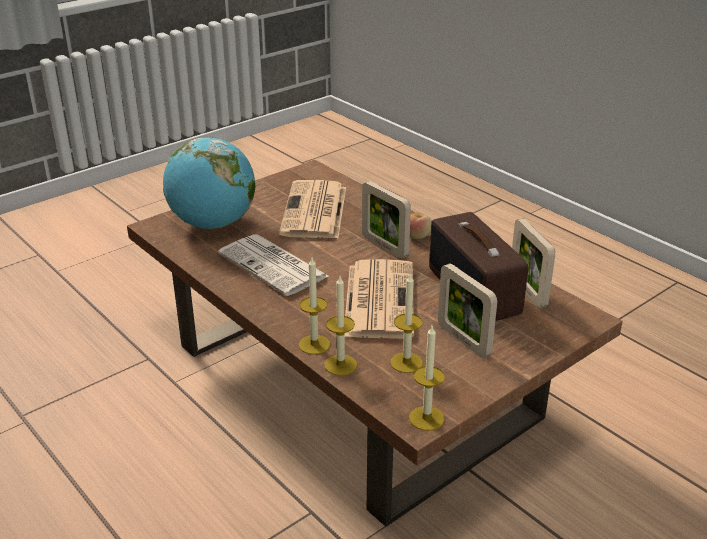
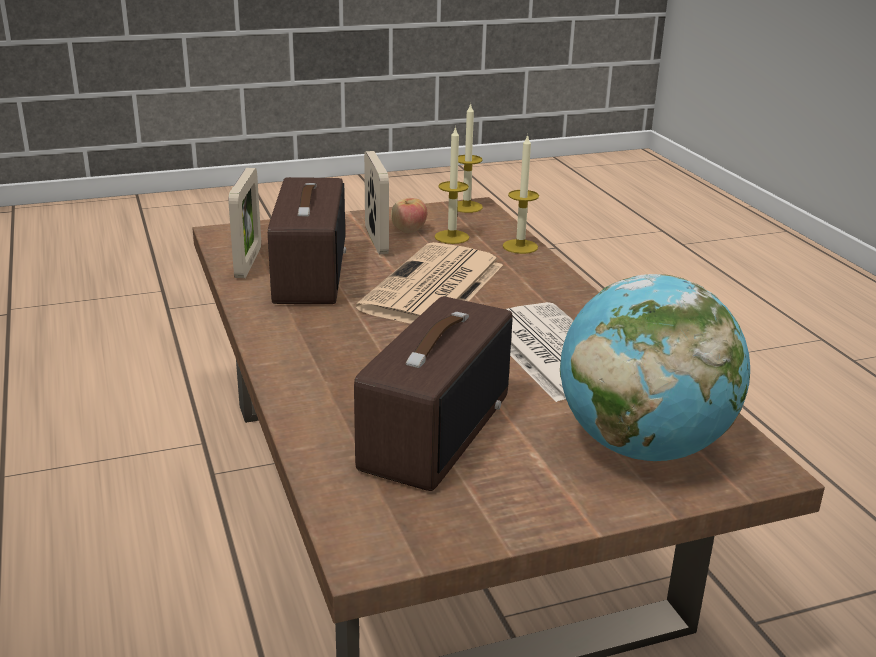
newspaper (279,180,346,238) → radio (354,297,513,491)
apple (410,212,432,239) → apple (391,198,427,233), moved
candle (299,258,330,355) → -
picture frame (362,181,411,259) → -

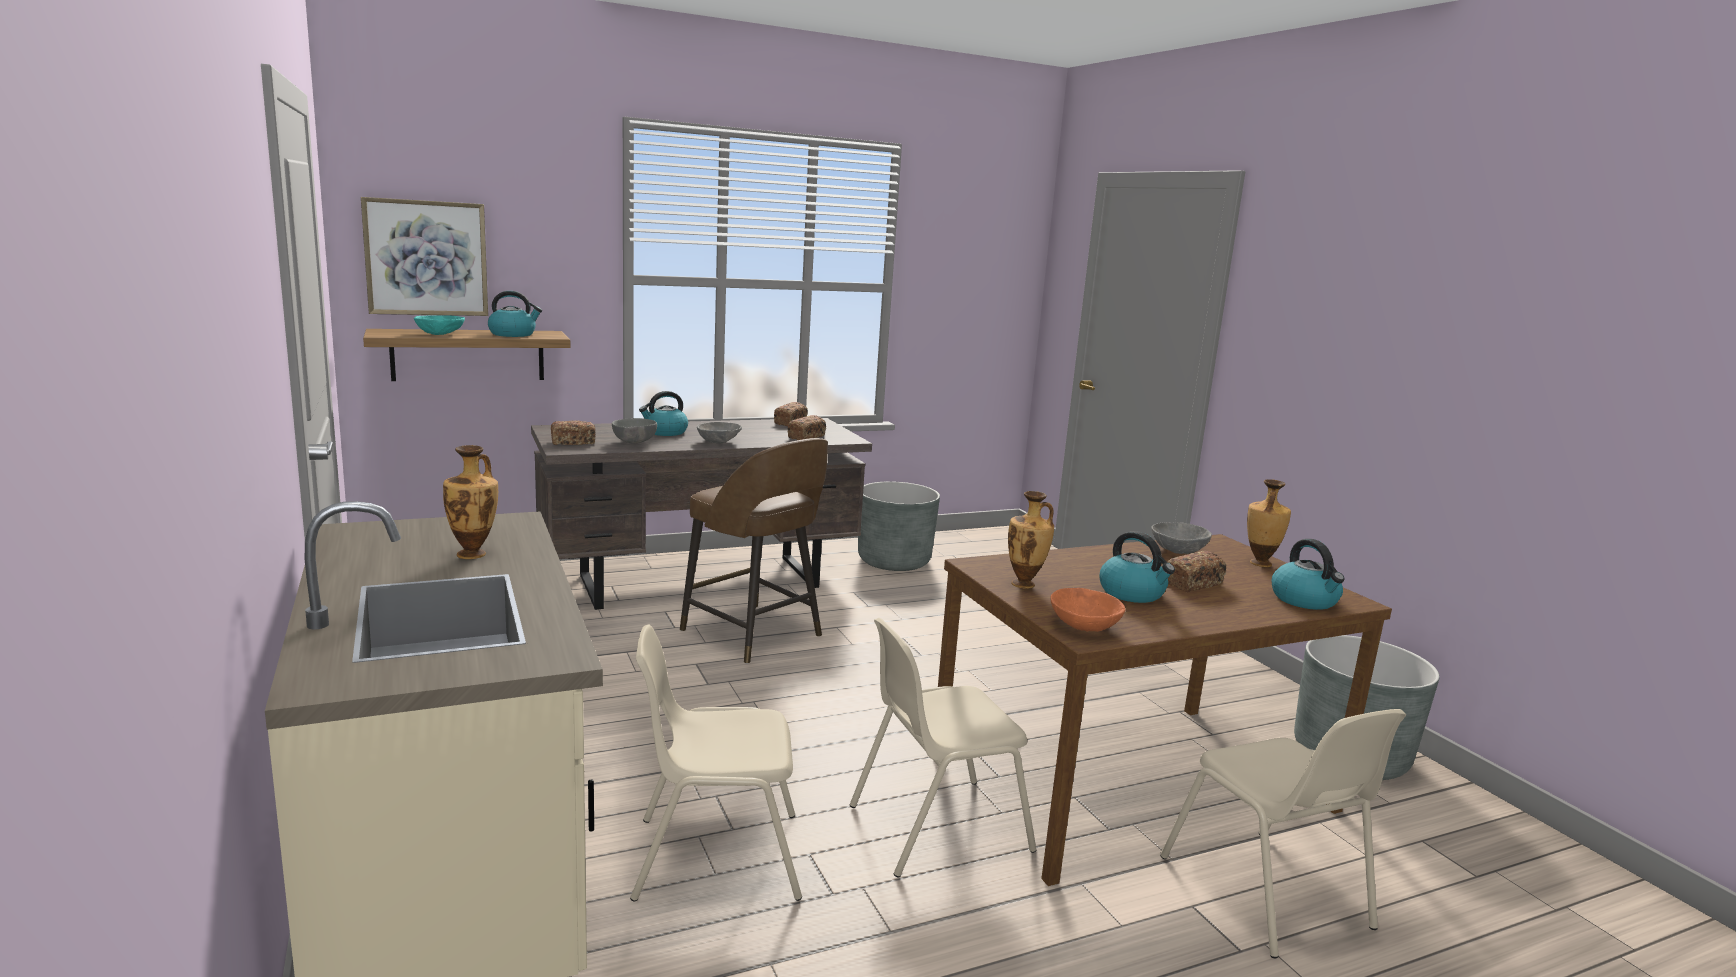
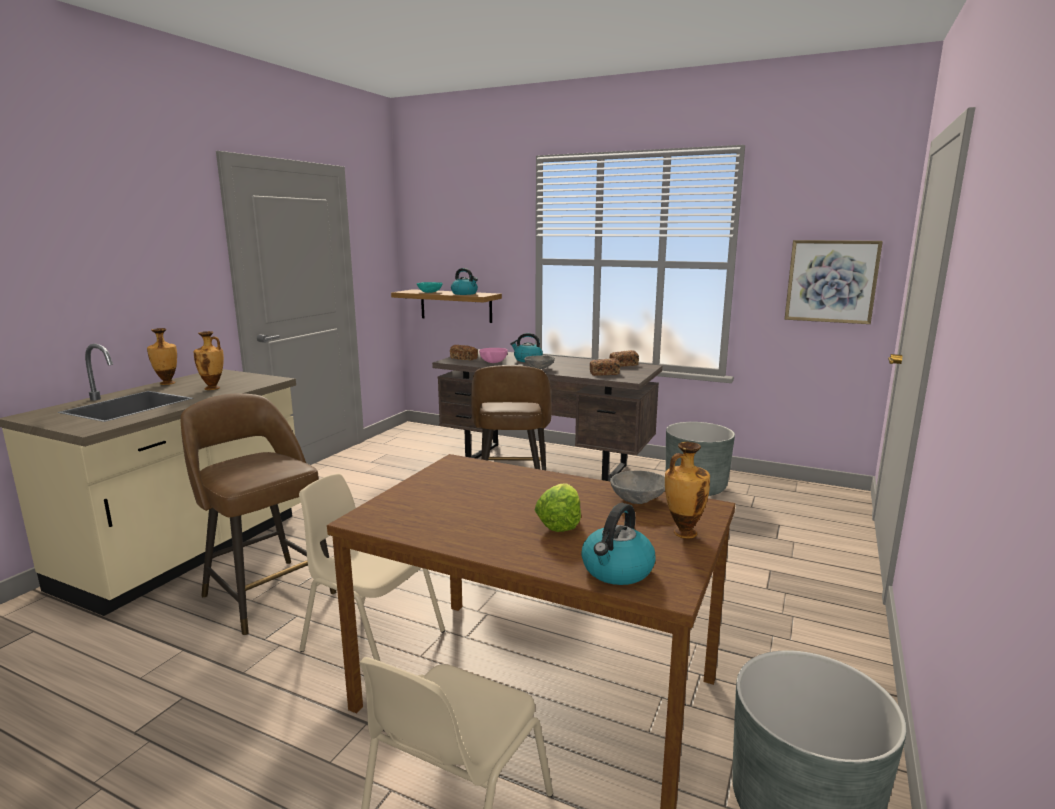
vase (1008,491,1054,589) → vase (147,328,177,385), moved
chair in beige (630,624,802,902) → stool in brown (180,393,336,635)
bowl in grey (612,418,657,444) → bowl in pink (479,348,508,363)
bread (1167,551,1227,592) → lettuce (534,483,581,532)
picture (361,197,488,316) → picture (785,240,883,324), moved
bowl in orange (1050,588,1125,632) → -
kettle (1100,531,1175,603) → -

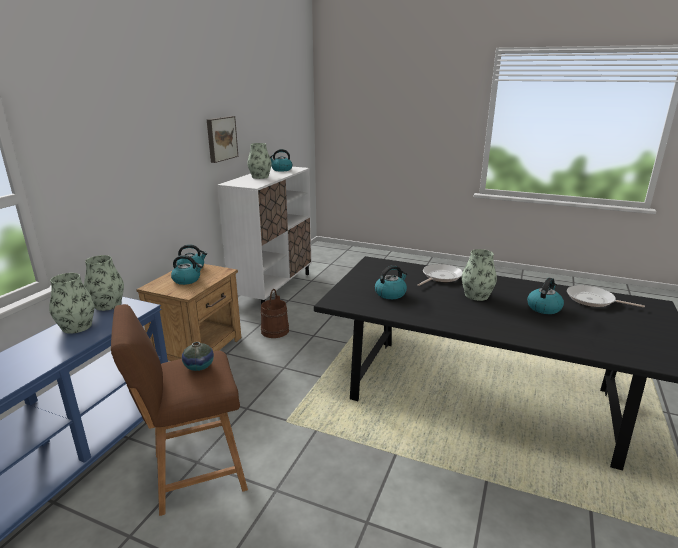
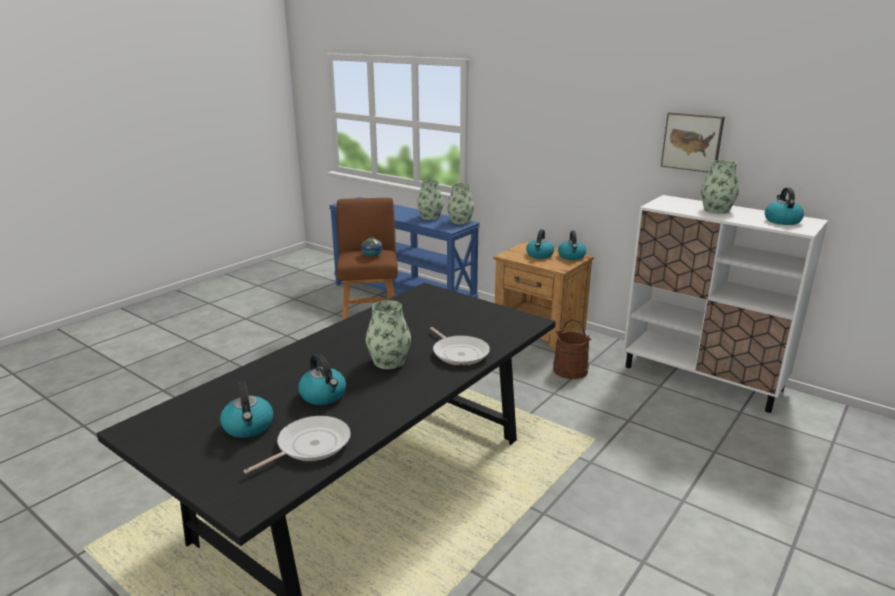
kettle (375,265,407,299) → kettle (220,381,273,438), moved

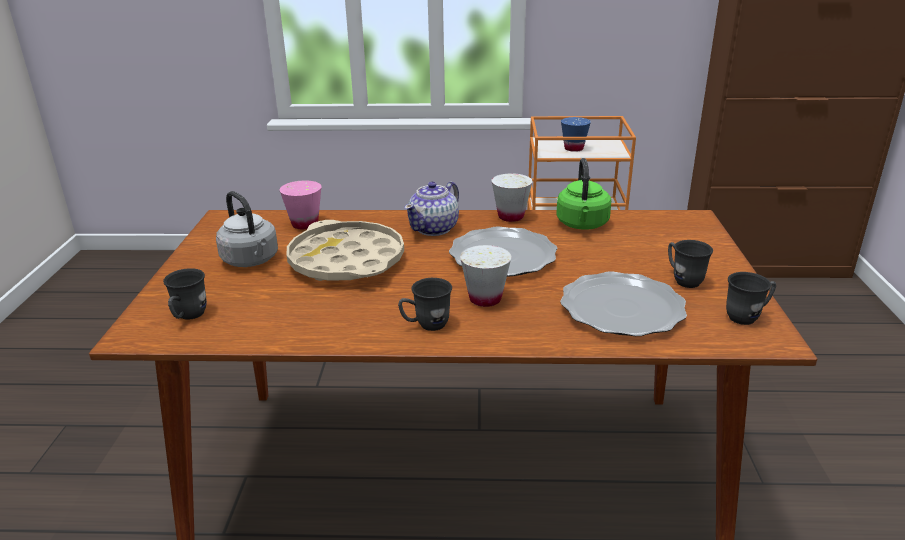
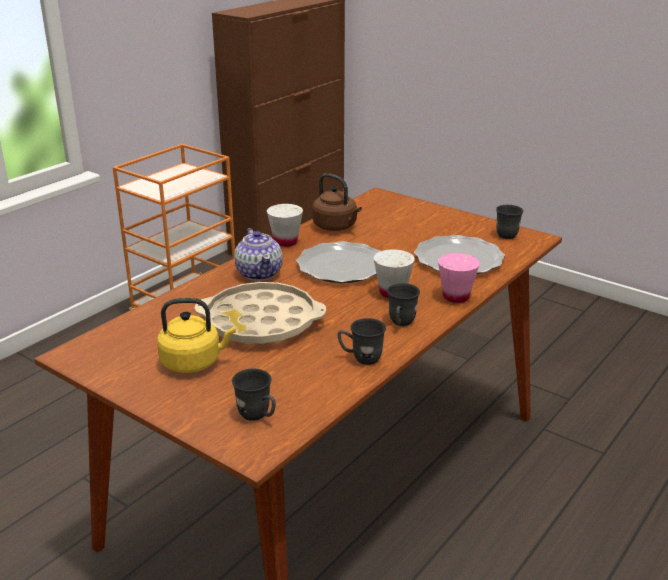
kettle in grey (216,191,278,267) → kettle in yellow (157,298,236,373)
kettle in green (556,158,611,230) → kettle in brown (312,173,362,231)
mug in grey (668,240,713,288) → mug in grey (337,318,386,365), moved
cup in pink (279,180,322,229) → cup in pink (438,253,480,303), moved
cup in blue (561,117,591,152) → -

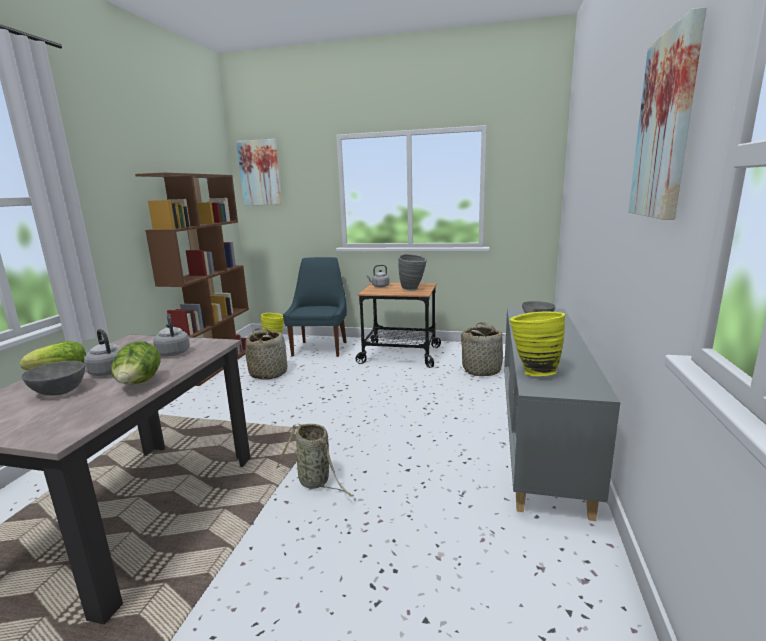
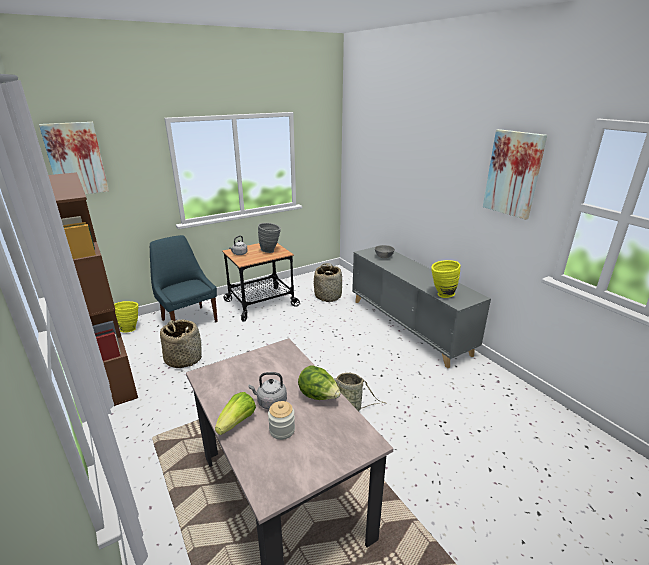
bowl in grey (21,361,85,396) → jar (268,401,295,440)
kettle in grey (153,314,190,356) → -

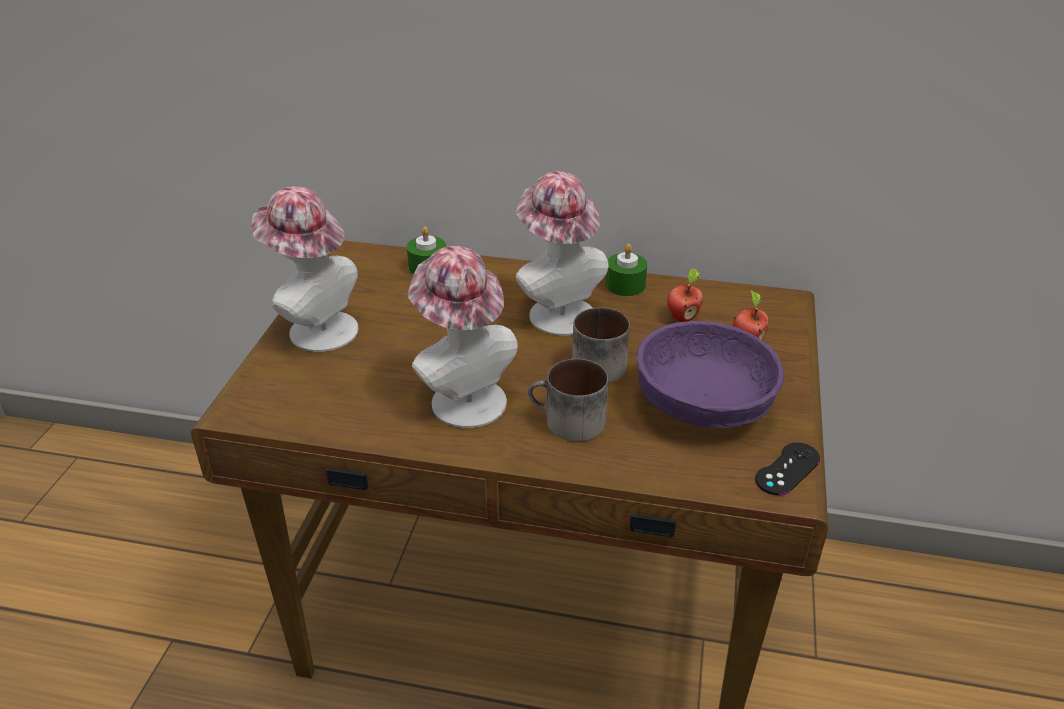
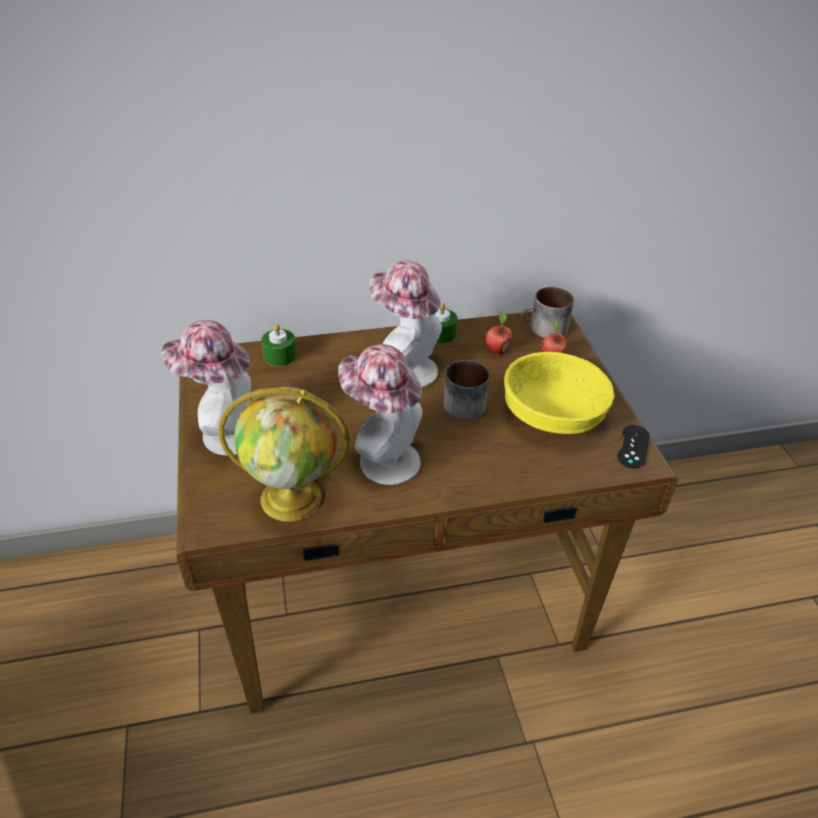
- → globe (218,387,350,522)
bowl in purple (636,321,785,428) → bowl in yellow (504,352,615,434)
mug (528,359,608,441) → mug (521,287,574,338), moved

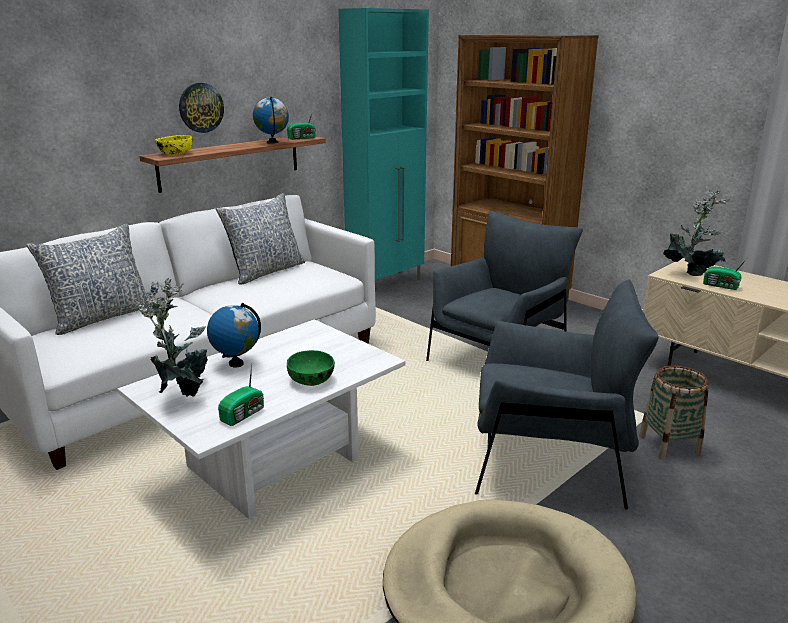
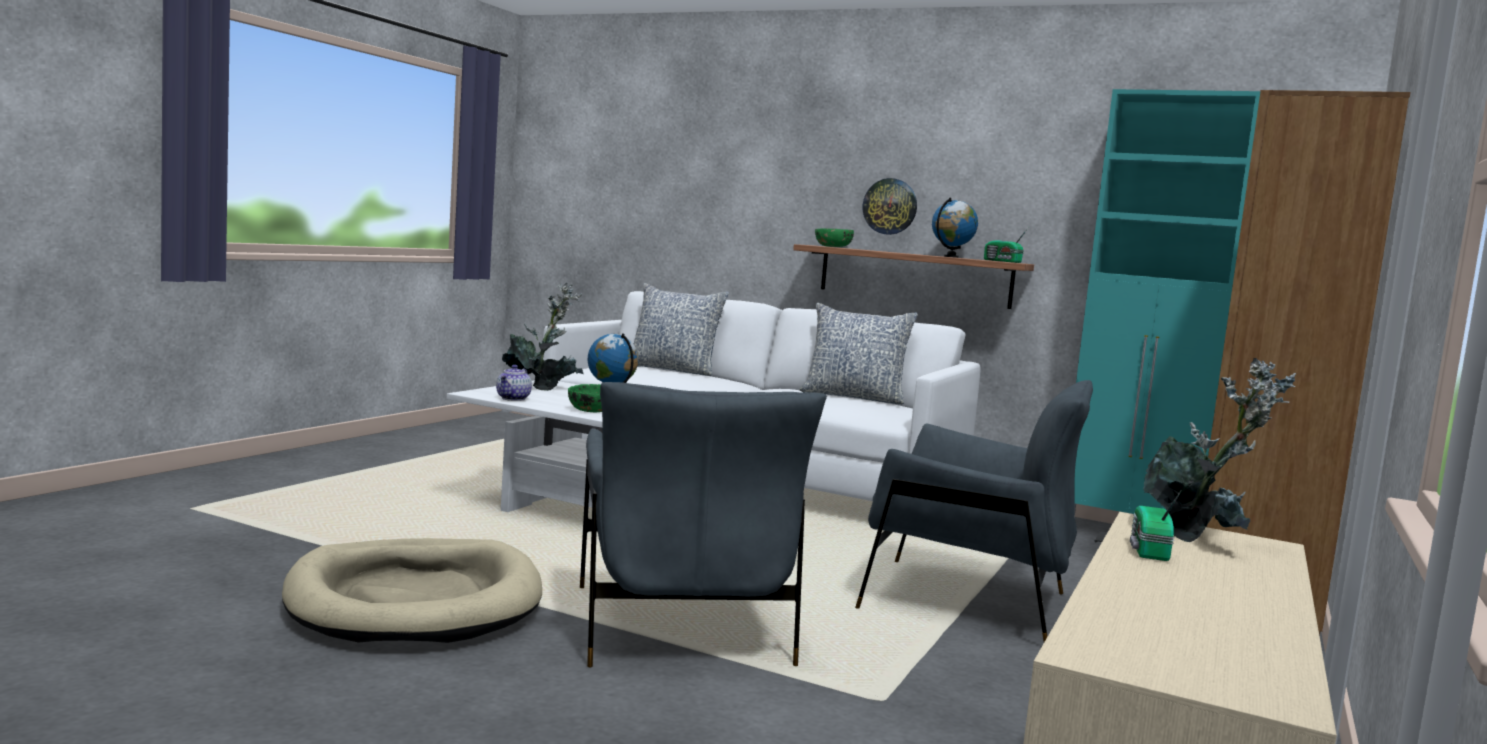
radio (218,364,264,426) → teapot (496,365,532,401)
bowl in yellow (155,135,192,155) → bowl in green (815,229,854,247)
basket (639,366,709,460) → -

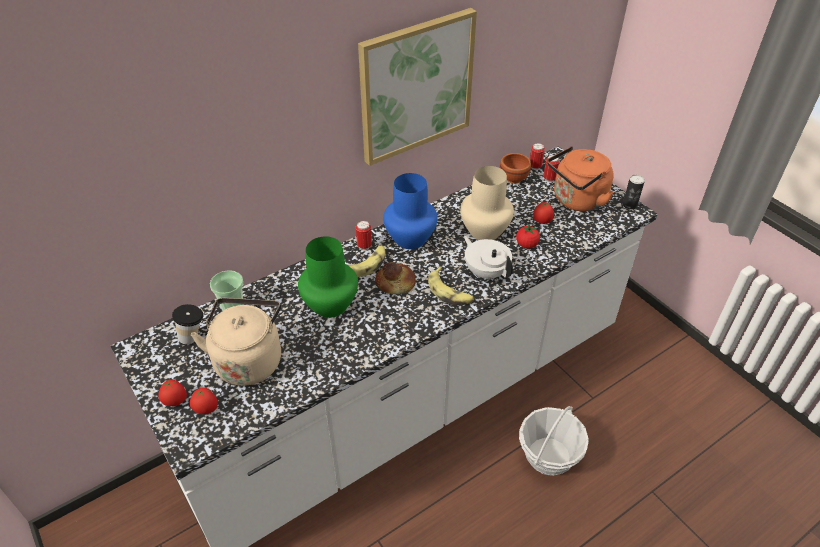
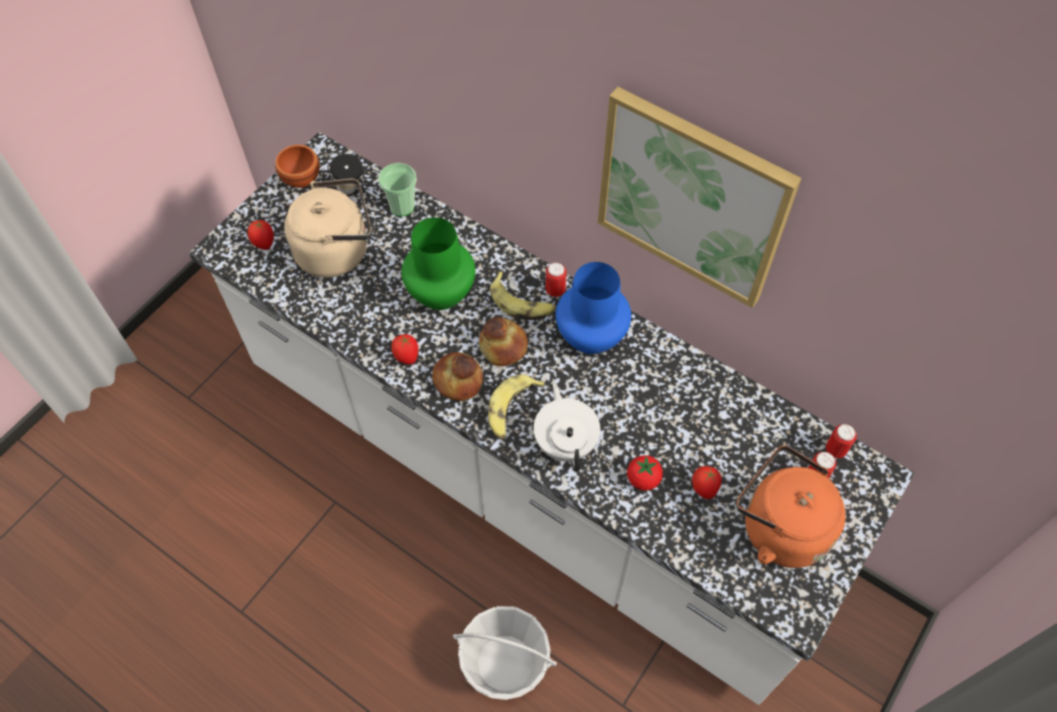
bowl in brown (500,153,531,184) → bowl in brown (275,145,320,188), moved
tomato (158,380,187,406) → tomato (391,334,419,364), moved
- → bread (432,352,483,401)
teapot in white (464,235,513,279) → teapot in white (534,383,600,471), 45 degrees counterclockwise
vase in beige (460,166,514,240) → -
can (623,175,645,210) → -

